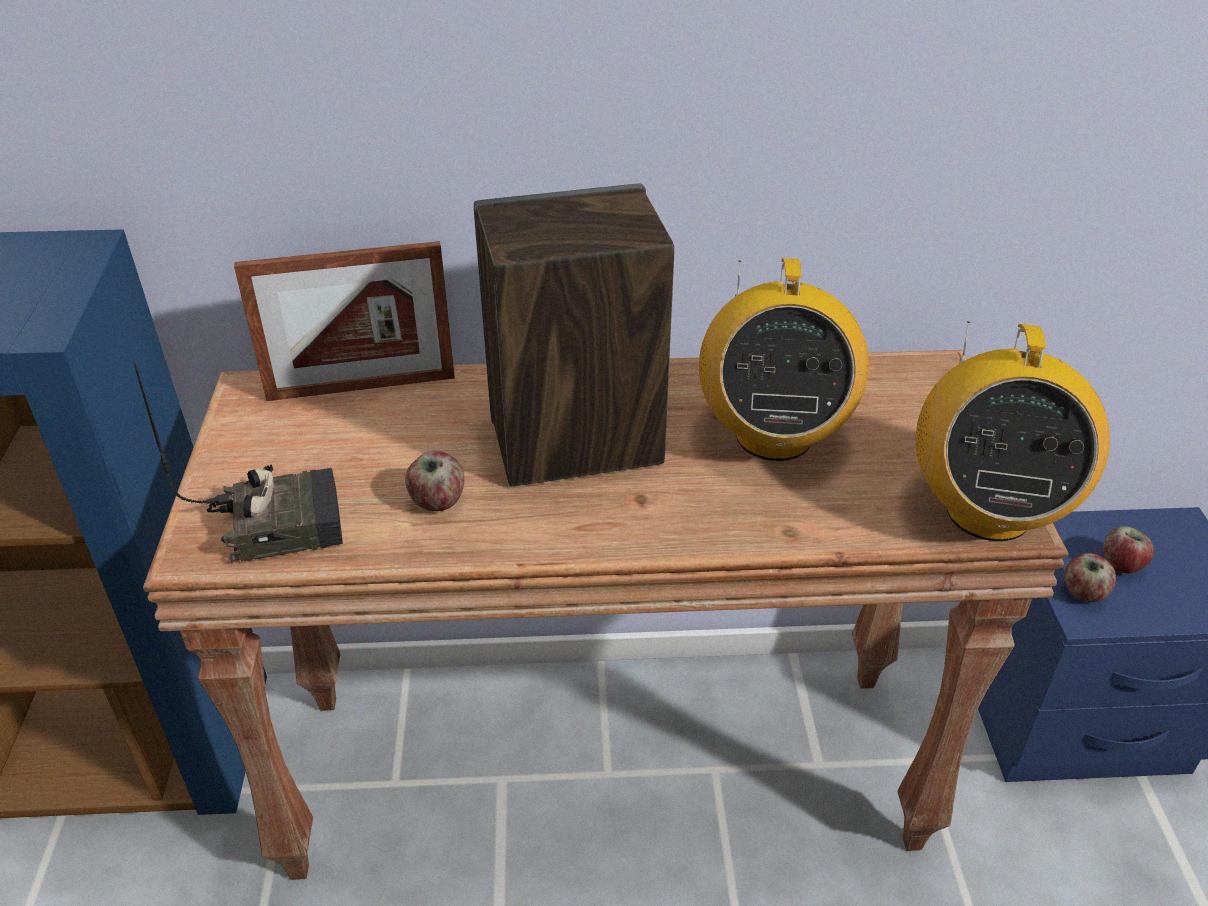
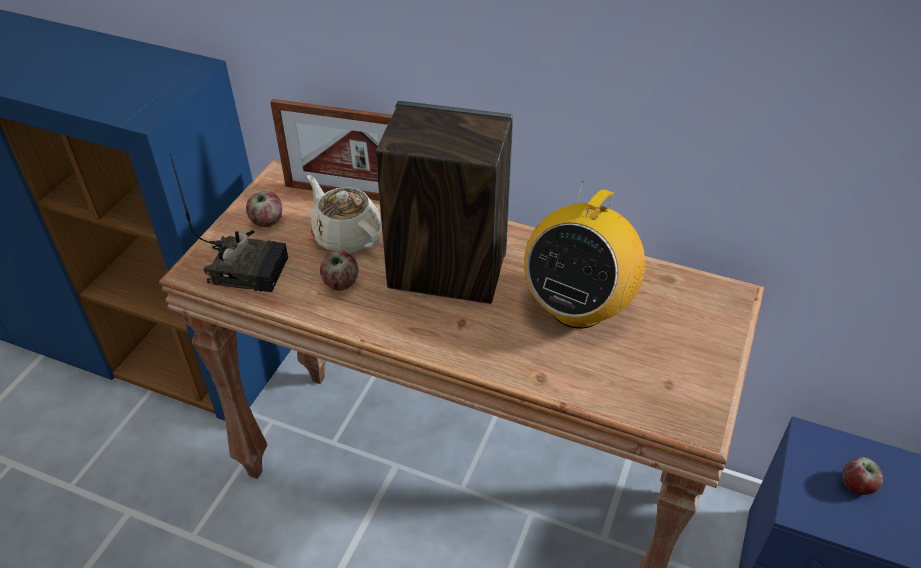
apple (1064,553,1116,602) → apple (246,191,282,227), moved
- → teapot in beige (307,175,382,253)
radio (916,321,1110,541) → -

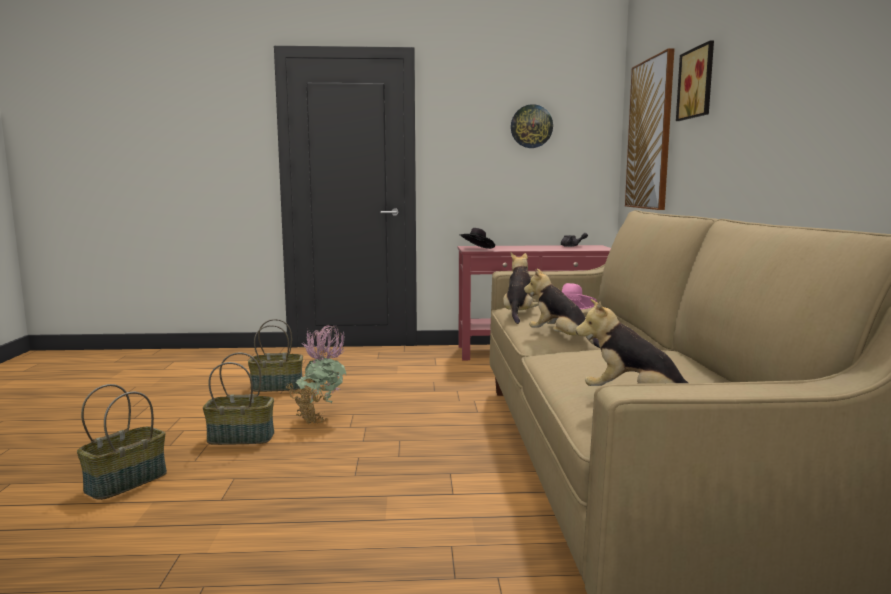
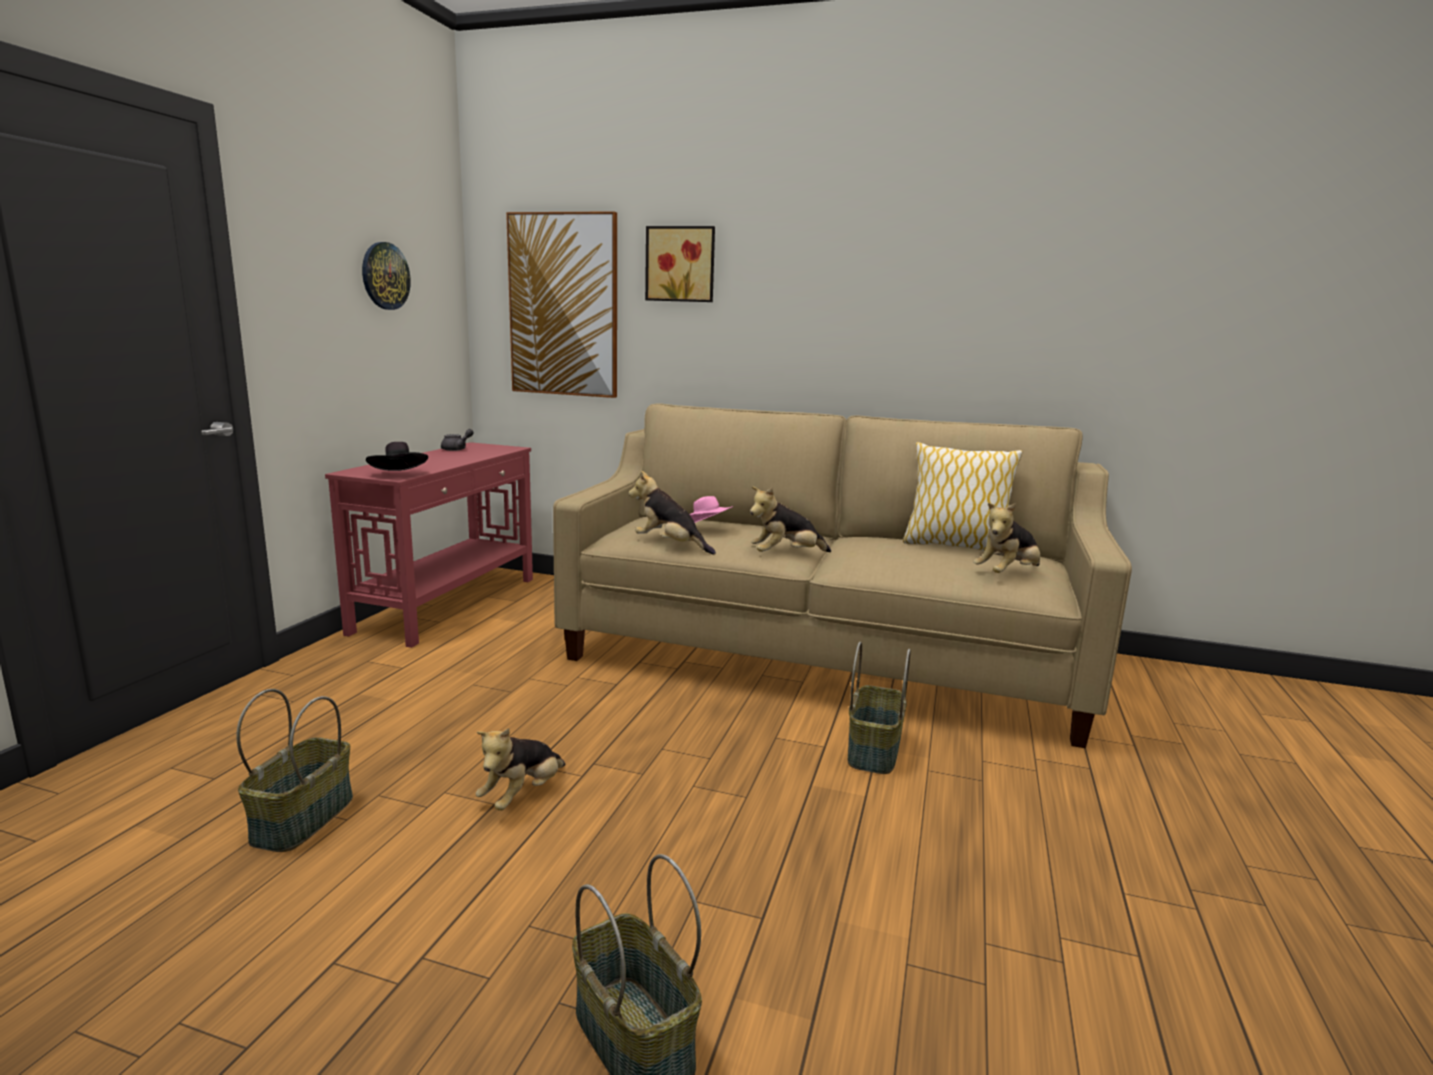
potted plant (286,325,346,424) → plush toy (476,728,565,810)
basket (203,352,274,445) → basket (848,641,911,774), moved
- → pillow (903,442,1022,551)

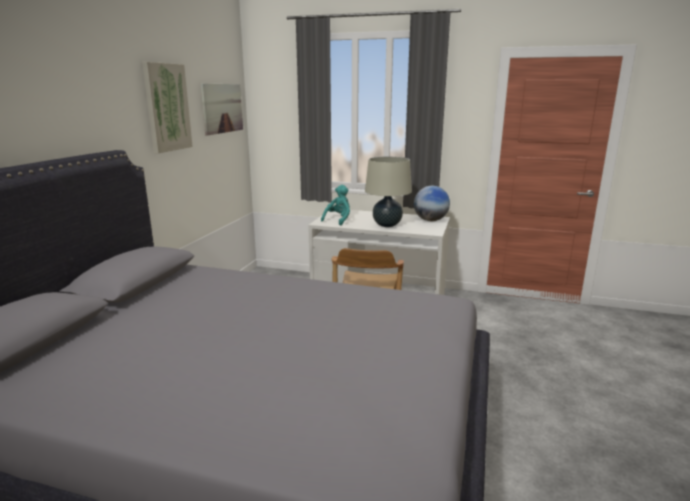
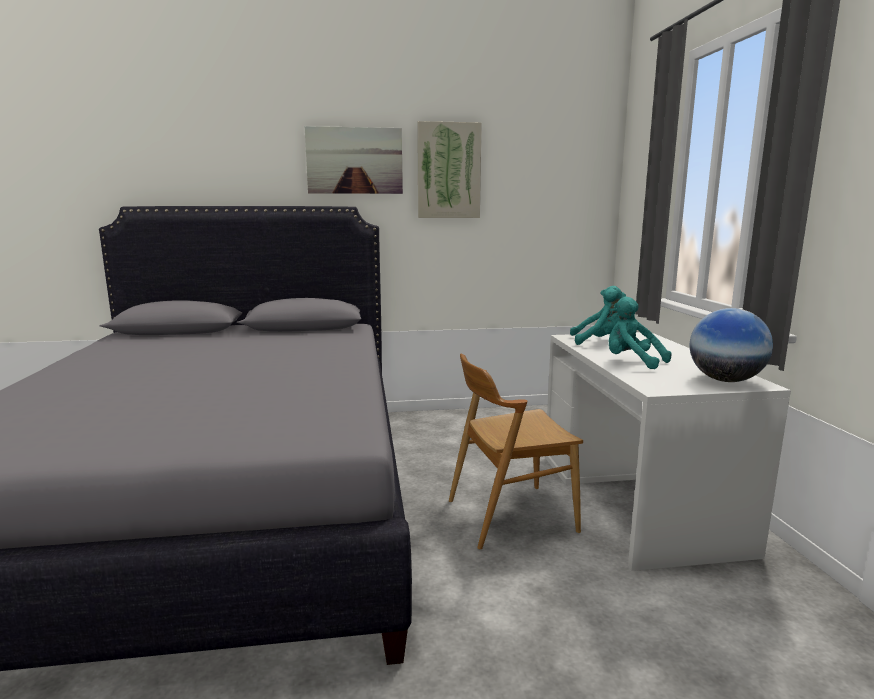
picture (201,84,243,135) → picture (305,126,403,194), moved
table lamp in beige (365,156,412,227) → plush toy in turquoise (609,296,672,369)

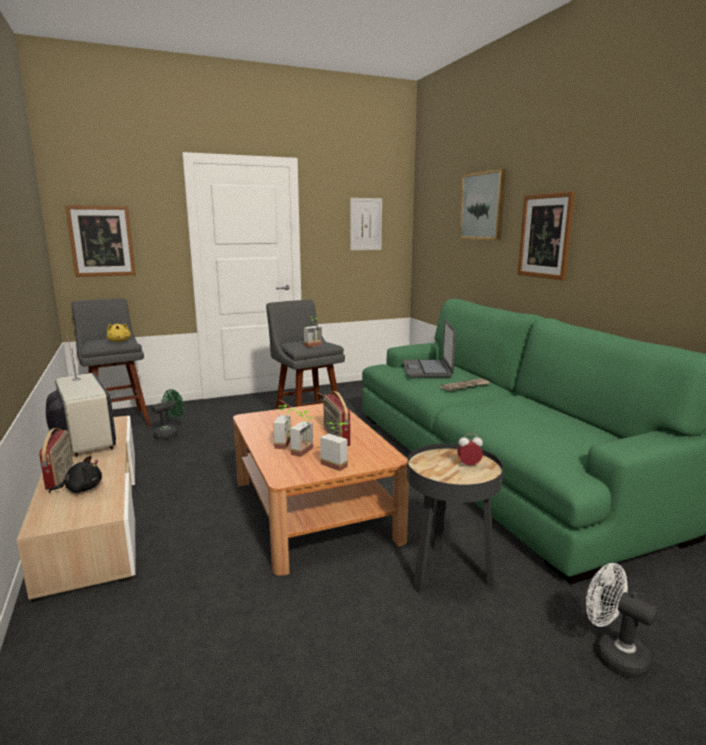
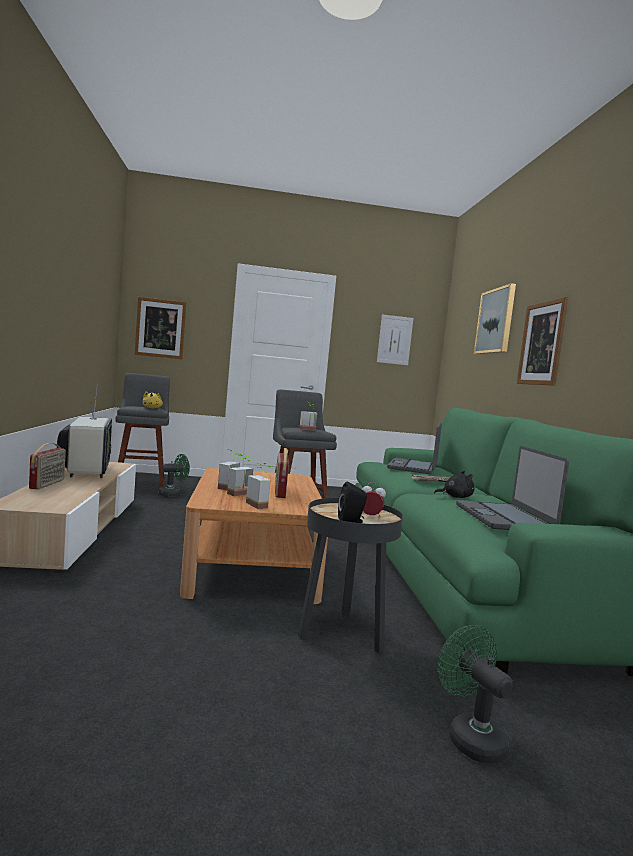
- → speaker in black (338,482,367,523)
plush toy in black (49,456,102,493) → plush toy in black (434,471,474,498), moved
fan in white (586,563,658,679) → fan in green (437,625,513,764)
- → laptop (456,446,569,530)

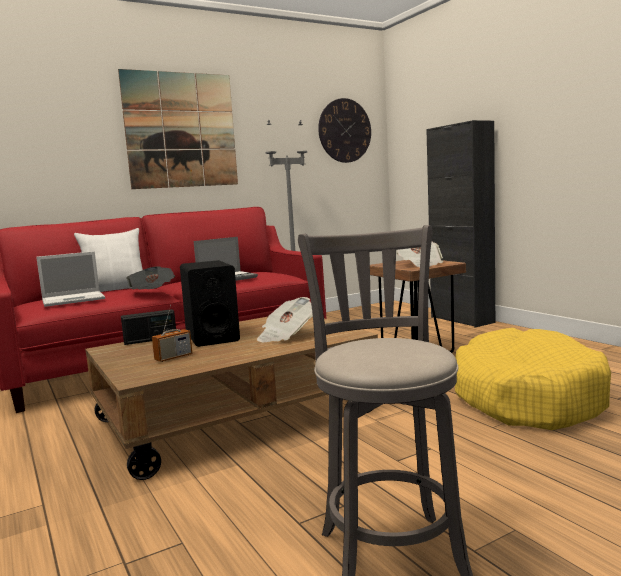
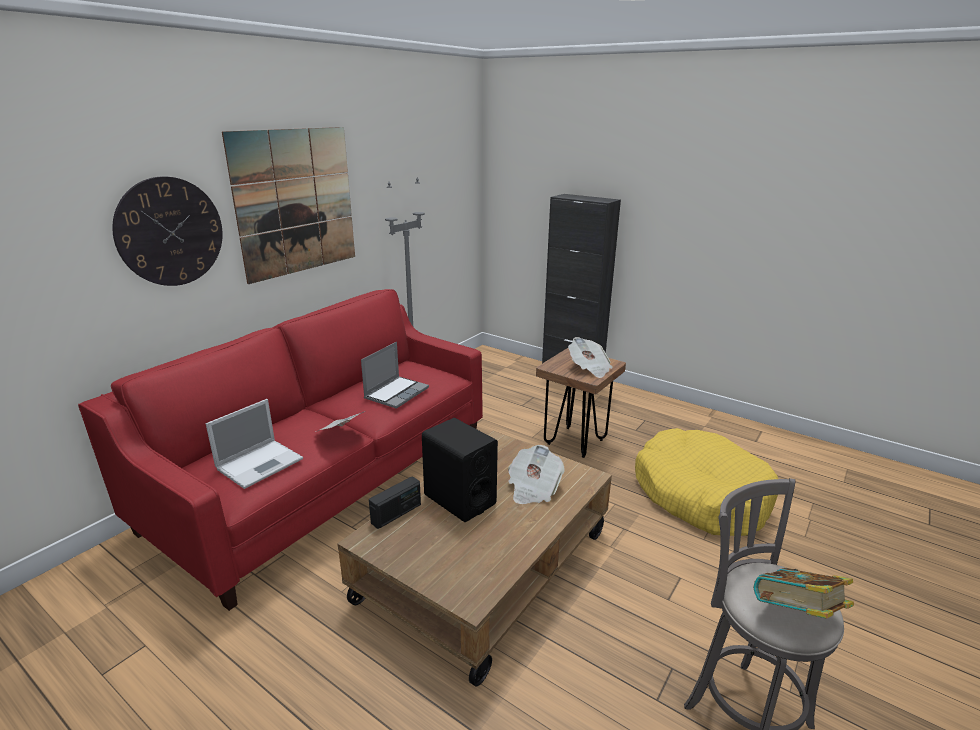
wall clock (318,98,371,163) → wall clock (112,176,223,286), moved
- → book (753,568,854,619)
pillow in white (74,228,143,292) → -
radio (152,305,192,362) → -

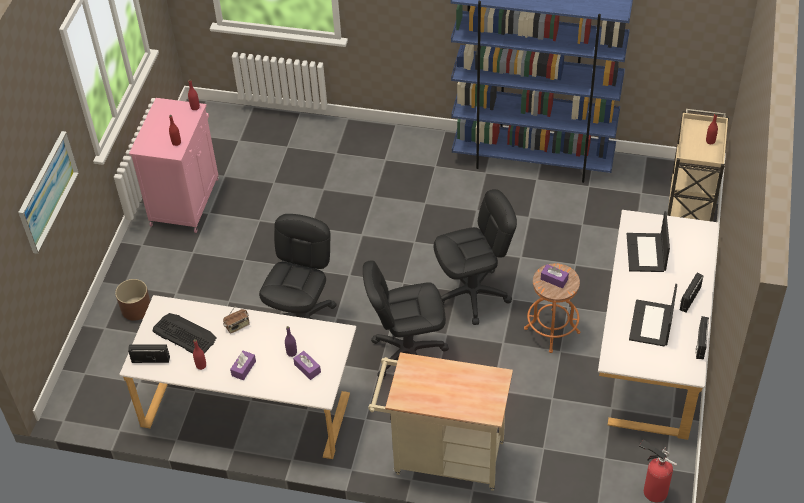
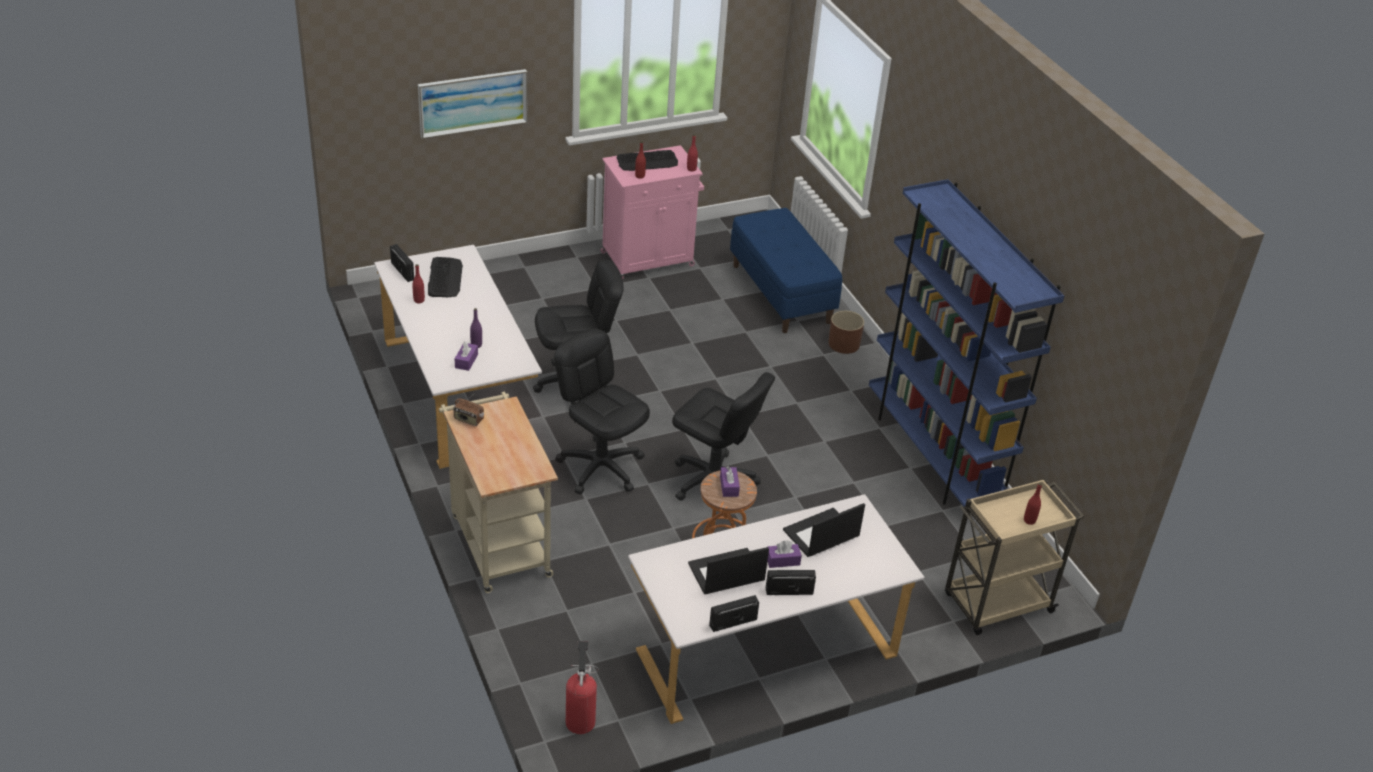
radio (223,305,250,334) → radio (453,394,484,426), moved
- → keyboard (617,150,678,171)
- → bench in blue (730,208,842,333)
tissue box in purple (230,350,256,380) → tissue box in purple (767,540,802,568), moved
planter in brown (115,279,150,321) → planter in brown (828,311,864,354), moved

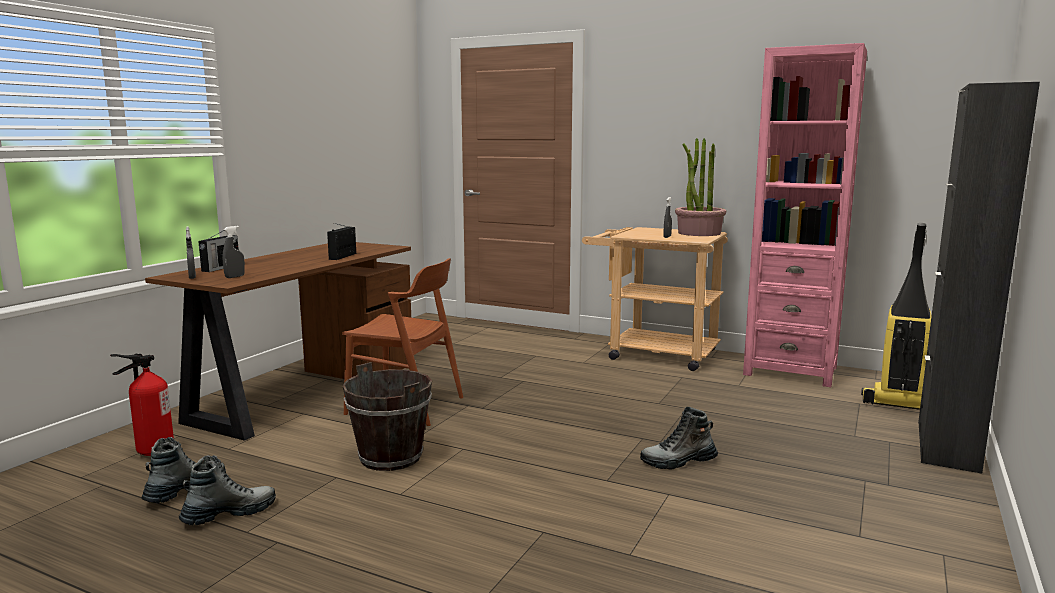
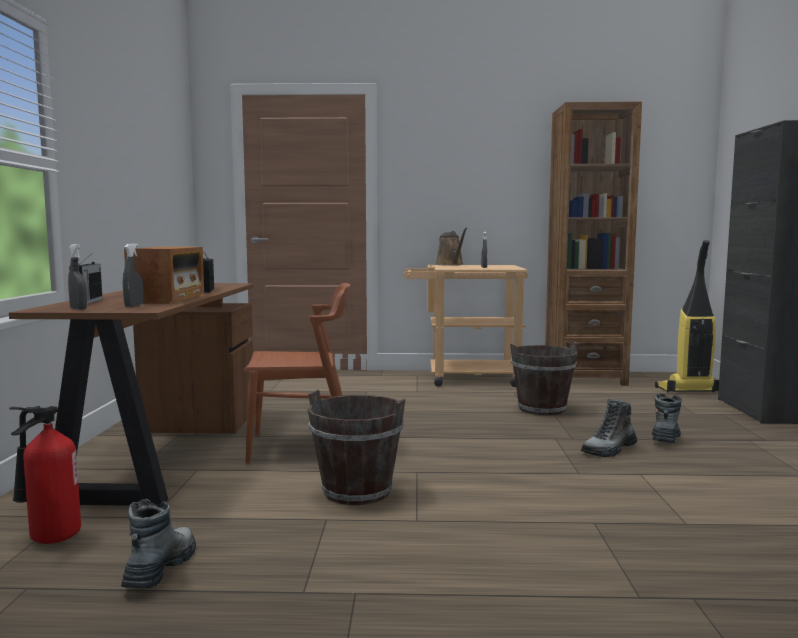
- → radio (124,247,204,304)
- → watering can in brown (436,228,467,266)
- → bucket in brown (510,342,578,416)
bookcase in pink (743,43,867,387) → bookcase in brown (545,102,642,386)
boot (179,455,276,525) → boot (652,393,682,443), moved
potted plant (675,138,726,236) → -

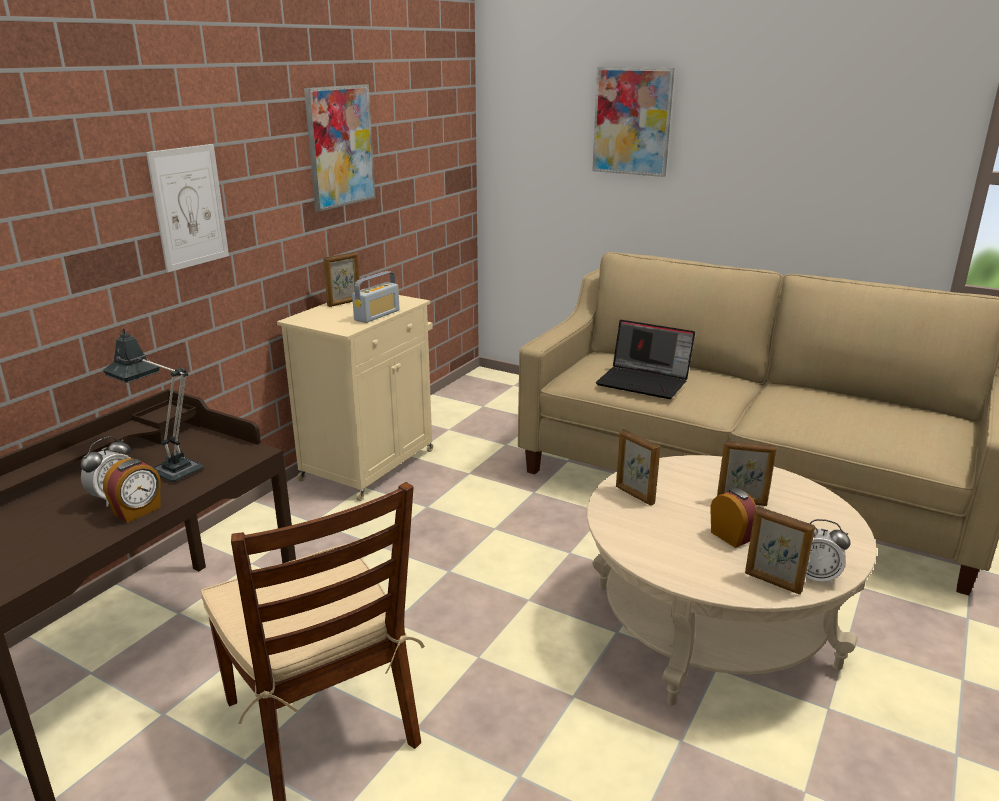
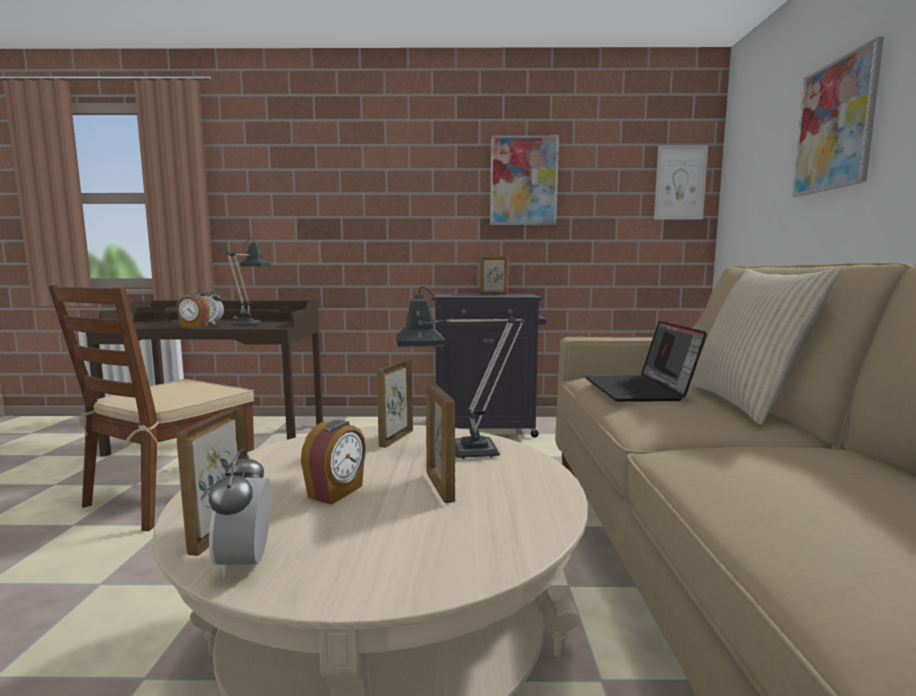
- → table lamp (396,287,526,459)
cabinet in beige (277,289,433,501) → cabinet in black (432,294,546,437)
picture (146,144,229,272) → picture (654,145,708,219), moved
- → pillow in beige (690,268,841,425)
radio (352,271,400,323) → -

